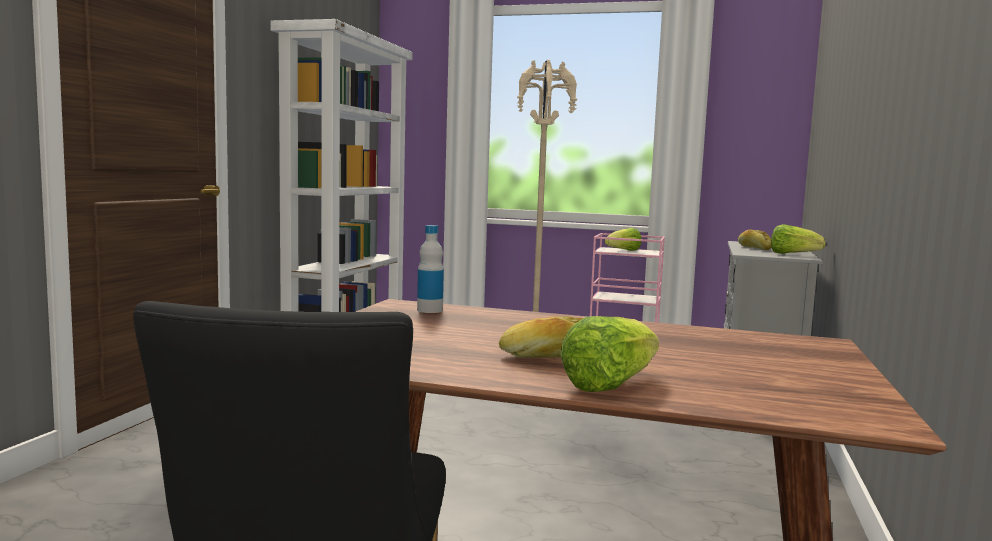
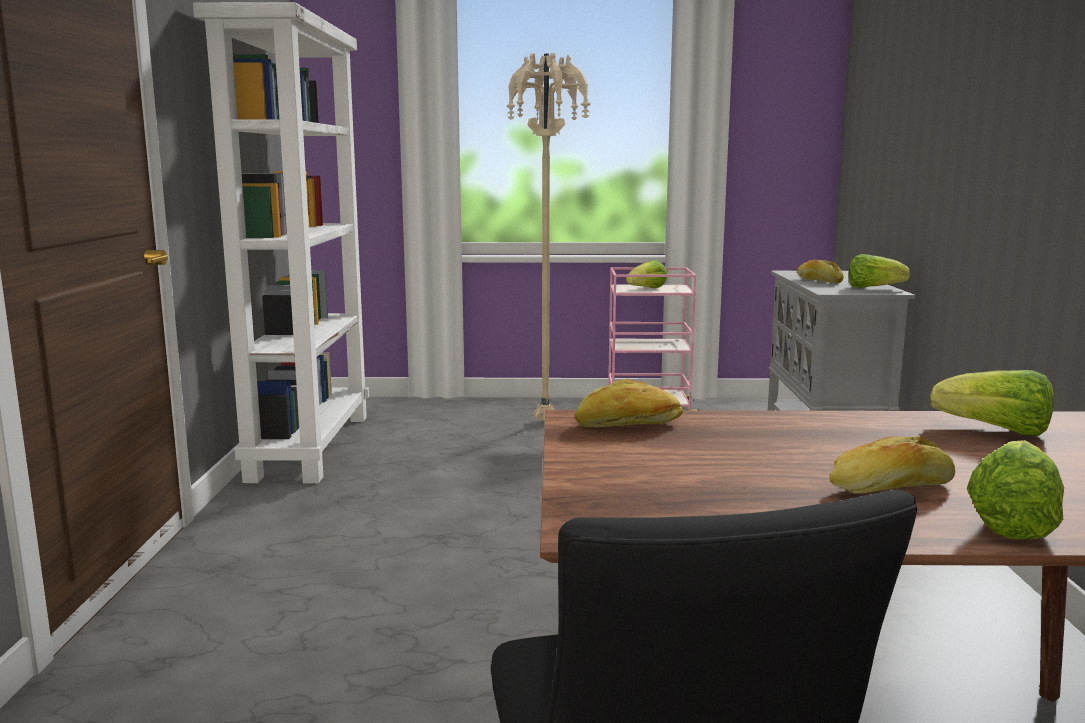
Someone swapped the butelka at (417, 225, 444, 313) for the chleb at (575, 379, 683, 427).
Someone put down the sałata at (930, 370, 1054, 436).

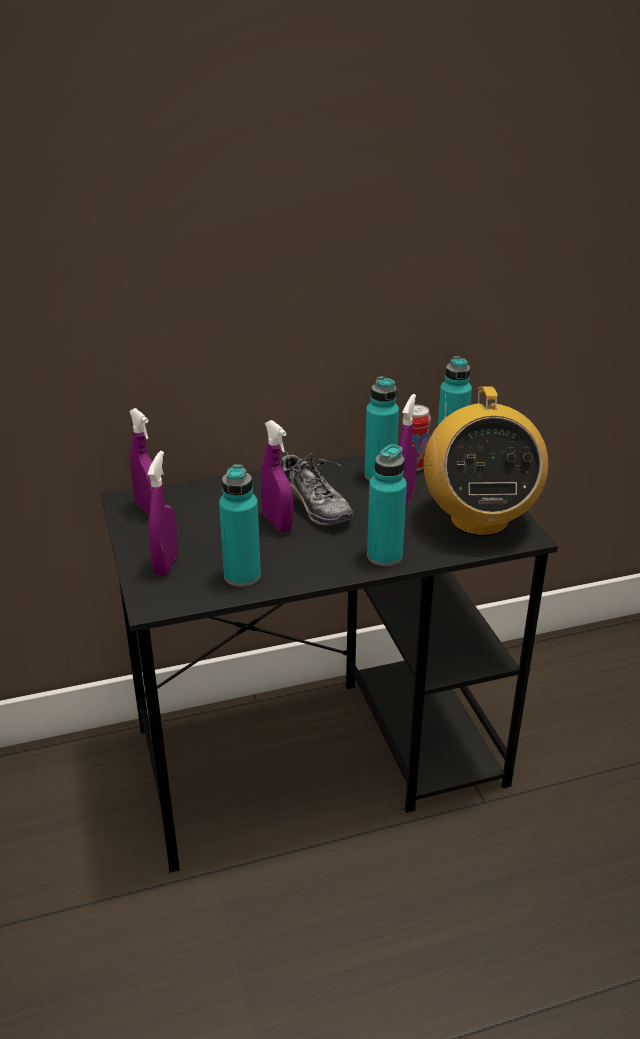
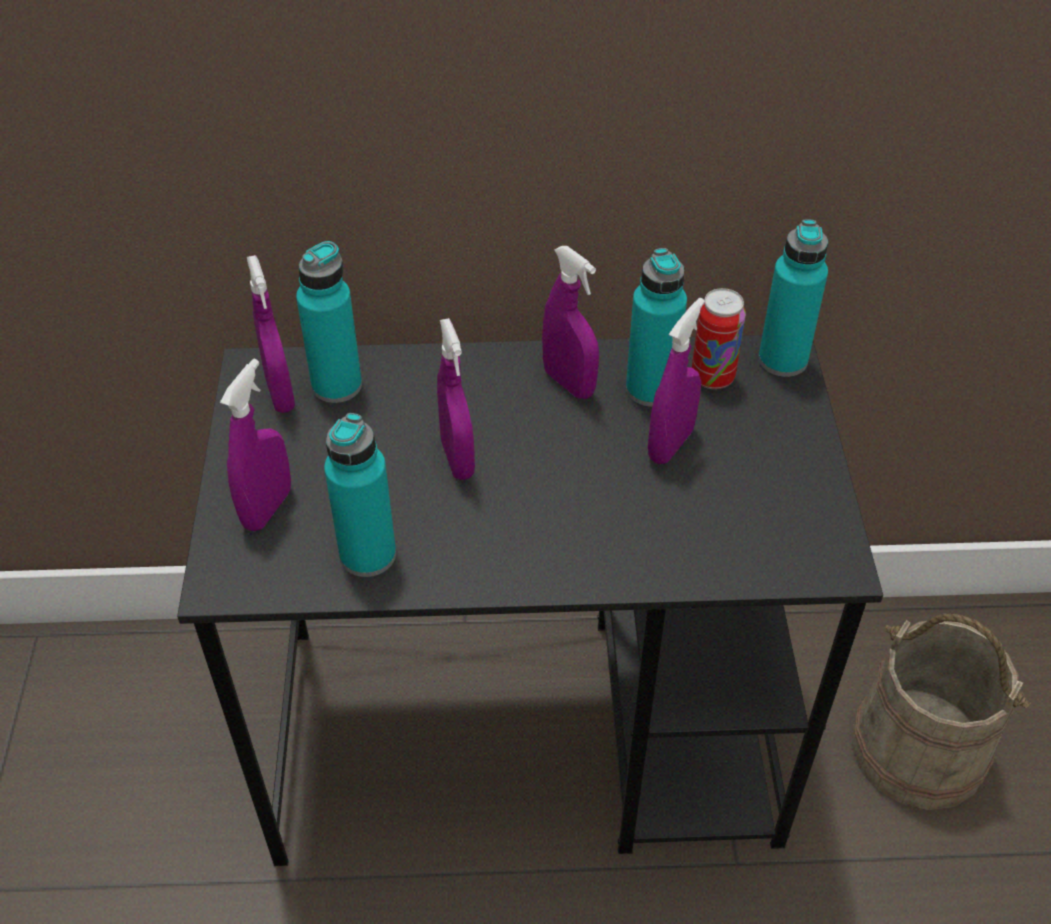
Someone carried the butelka/turkusowy from (367, 444, 407, 566) to (296, 241, 362, 403).
Someone put down the spryskiwacz/fioletowy at (542, 246, 599, 399).
Someone put down the wiadro/beżowy at (851, 613, 1030, 810).
Someone took away the but at (281, 450, 353, 525).
Someone took away the radio at (424, 387, 548, 536).

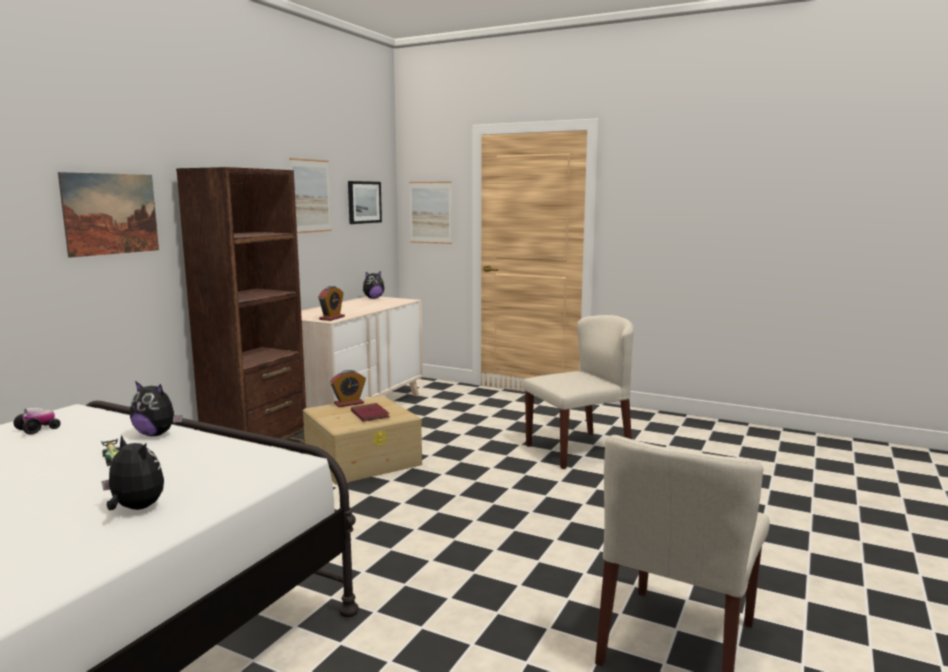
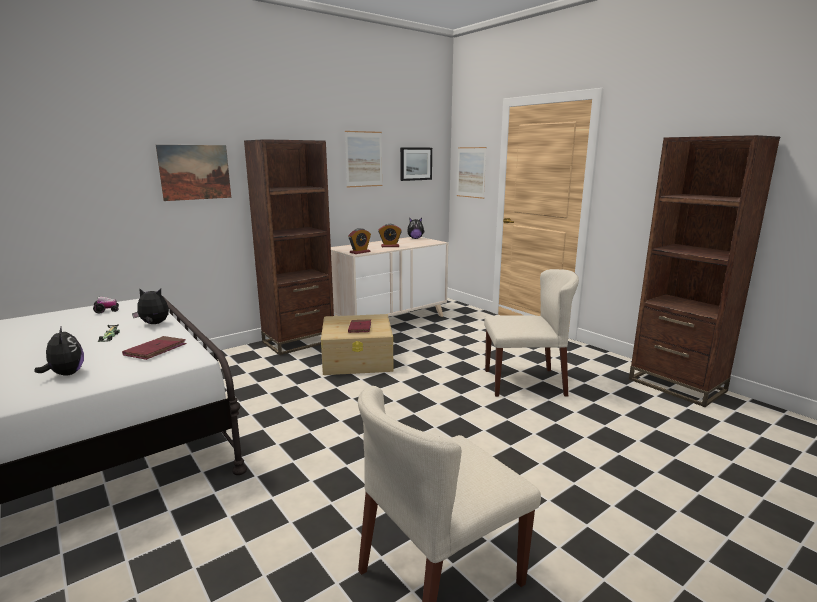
Someone put down the książka/czerwony at (122, 336, 187, 360).
Someone rotated the pluszak at (130, 381, 182, 436) by 135 degrees clockwise.
Someone carried the budzik from (330, 370, 366, 407) to (378, 224, 402, 247).
Someone put down the regał/brązowy at (629, 135, 780, 407).

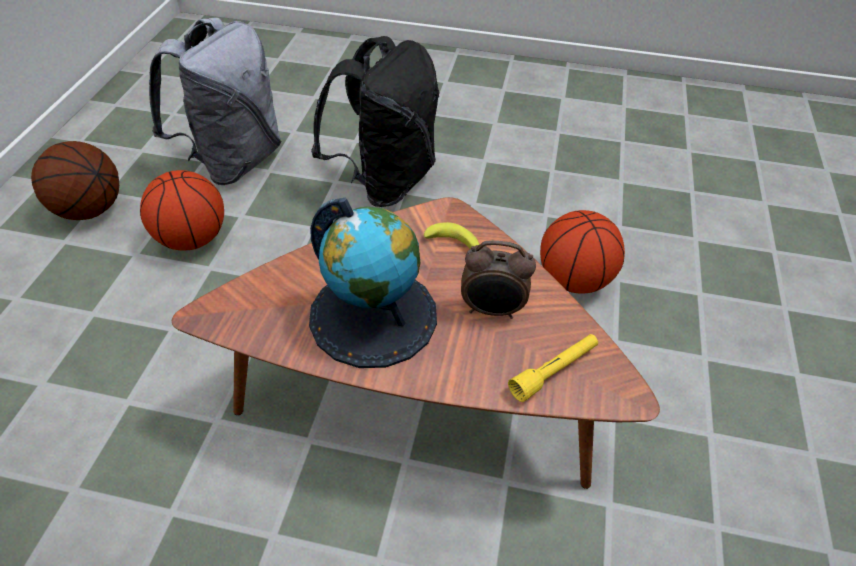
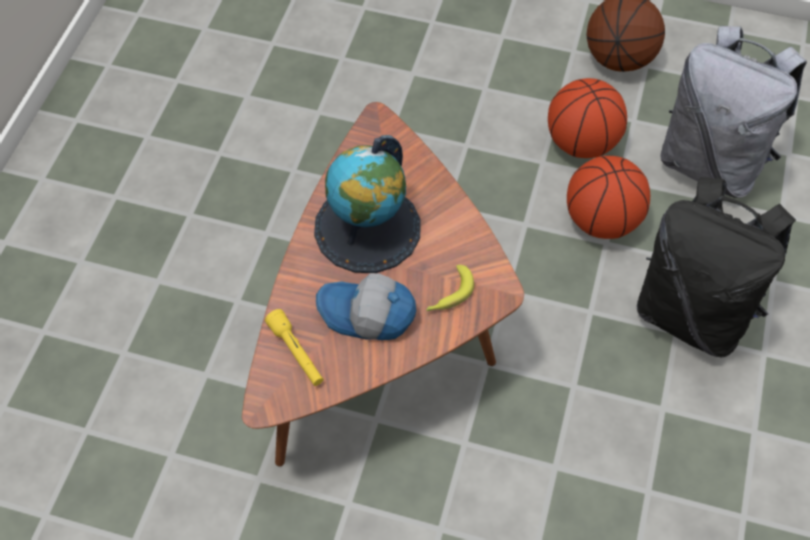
Someone swapped the budzik at (461, 240, 536, 319) for the czapka z daszkiem at (316, 273, 416, 340).
Someone carried the piłka do koszykówki from (540, 210, 625, 294) to (567, 156, 650, 239).

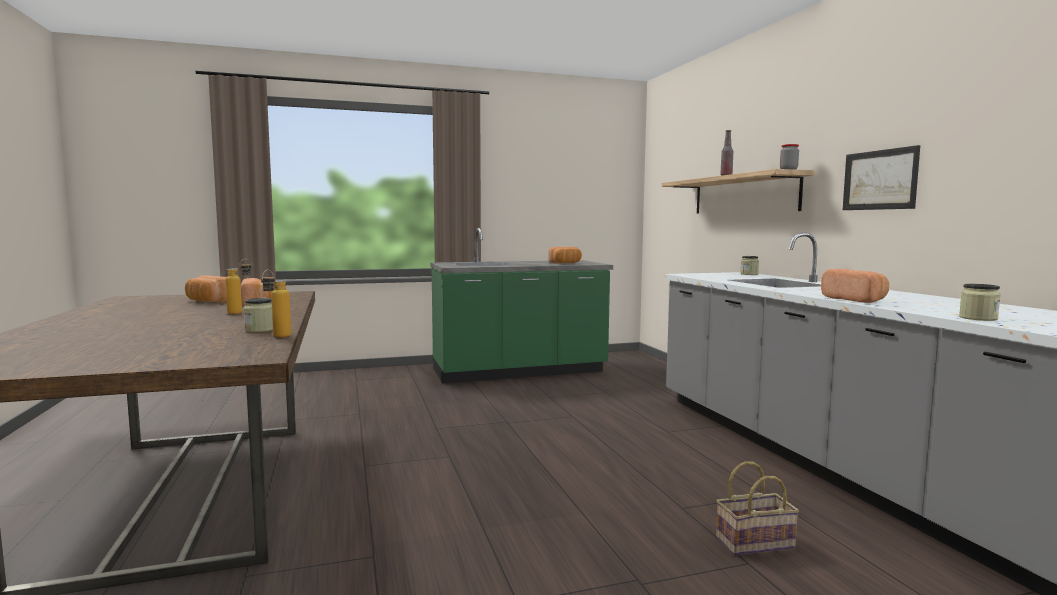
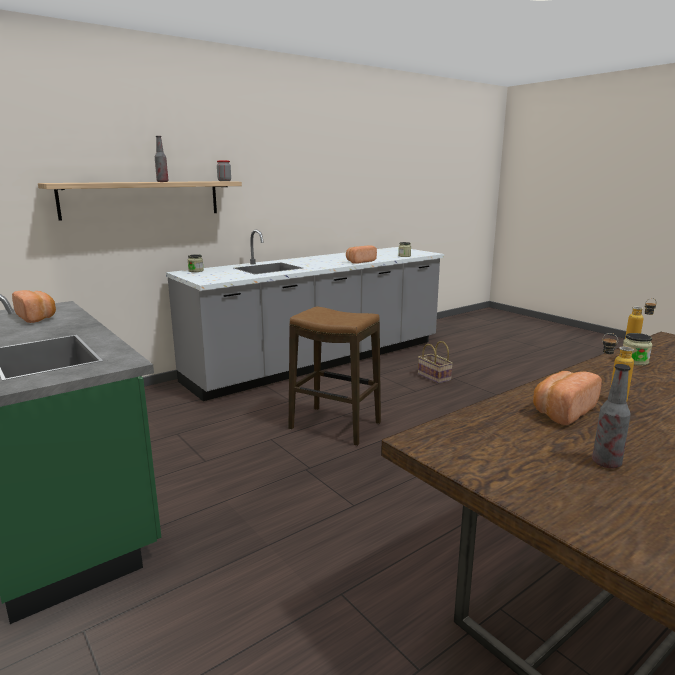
Someone put down the stołek at (289, 306, 381, 446).
Someone swapped the chleb at (185, 275, 227, 303) for the butelka at (592, 364, 631, 468).
Someone took away the obraz at (843, 145, 920, 210).

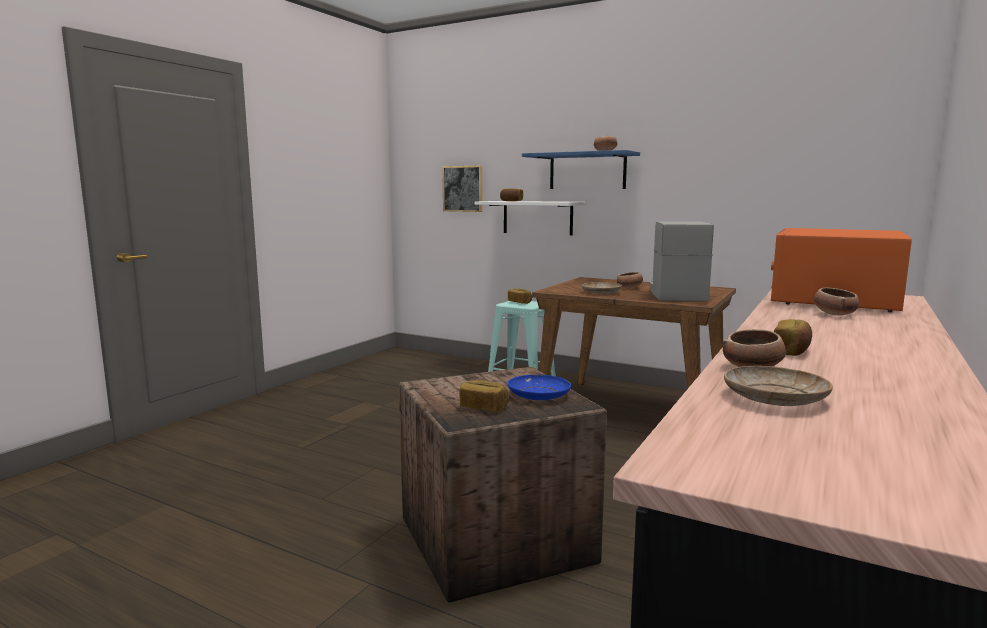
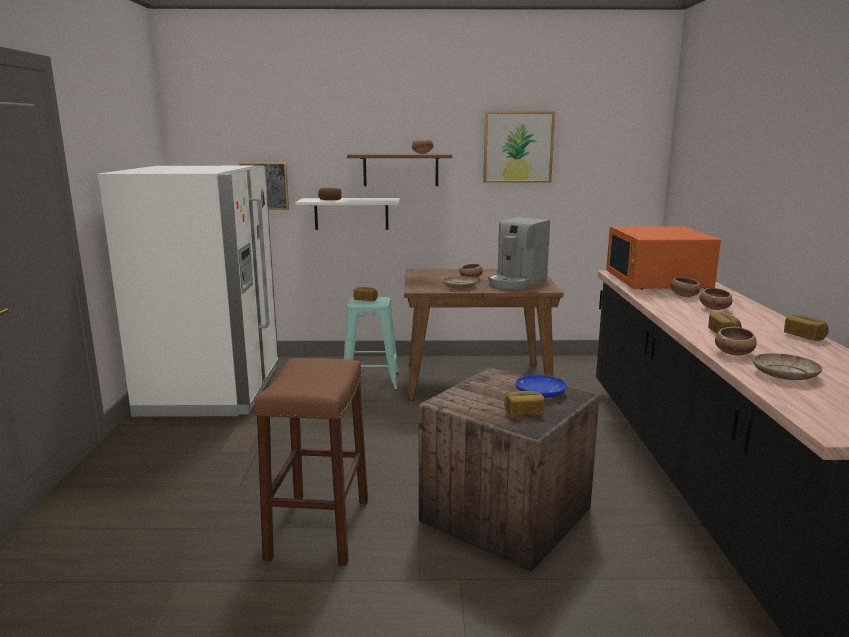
Someone put down the lodówka/biały at (98, 166, 278, 417).
Someone put down the stołek/brązowy at (254, 358, 368, 566).
Someone repainted the półka/niebieski at (522, 150, 640, 189), which became the półka/brązowy at (347, 153, 452, 186).
Someone put up the obraz at (483, 112, 555, 183).
Someone rotated the ekspres do kawy at (649, 221, 714, 301) by 120 degrees counterclockwise.
Someone put down the miska at (699, 288, 732, 310).
Someone put down the chleb at (784, 314, 829, 341).

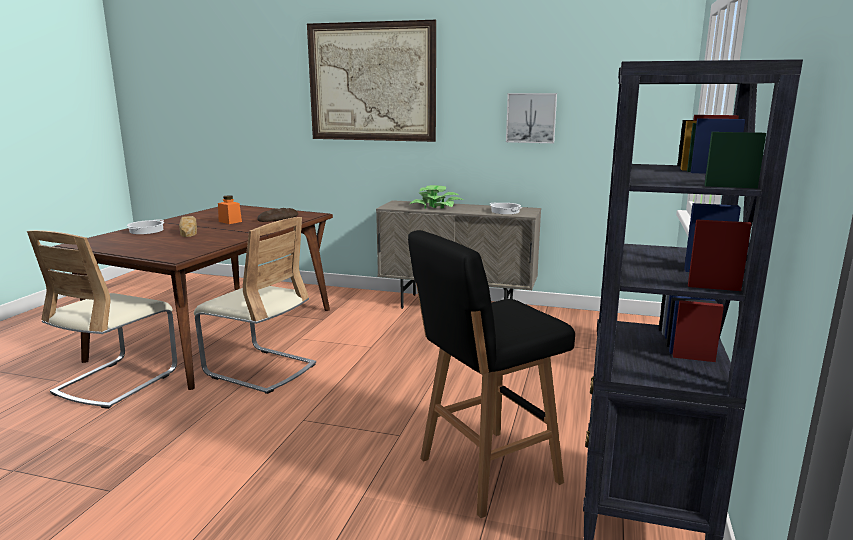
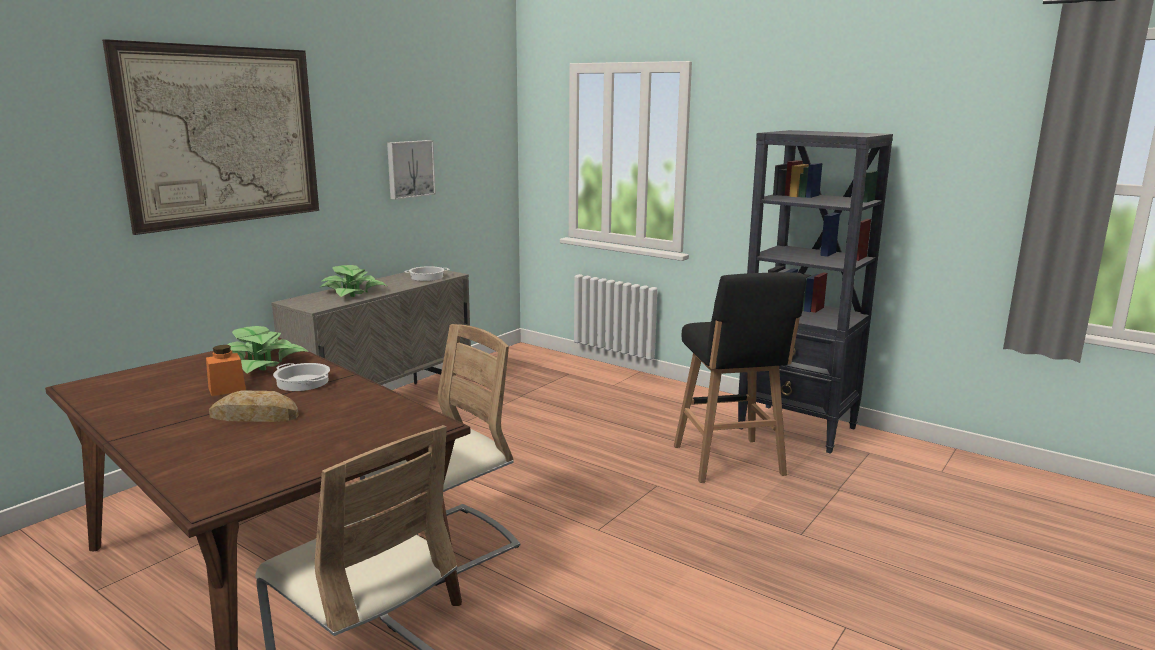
Someone swapped the chleb at (257, 208, 298, 222) for the roślina doniczkowa at (227, 326, 309, 373).
Someone carried the garnek from (127, 219, 164, 234) to (273, 363, 330, 391).

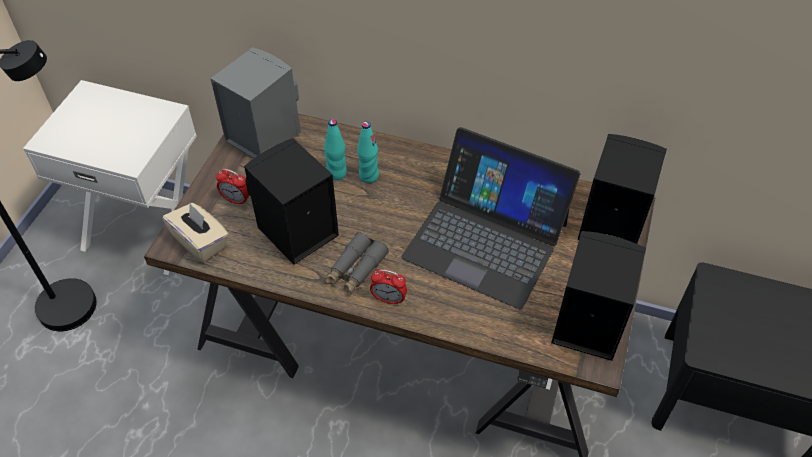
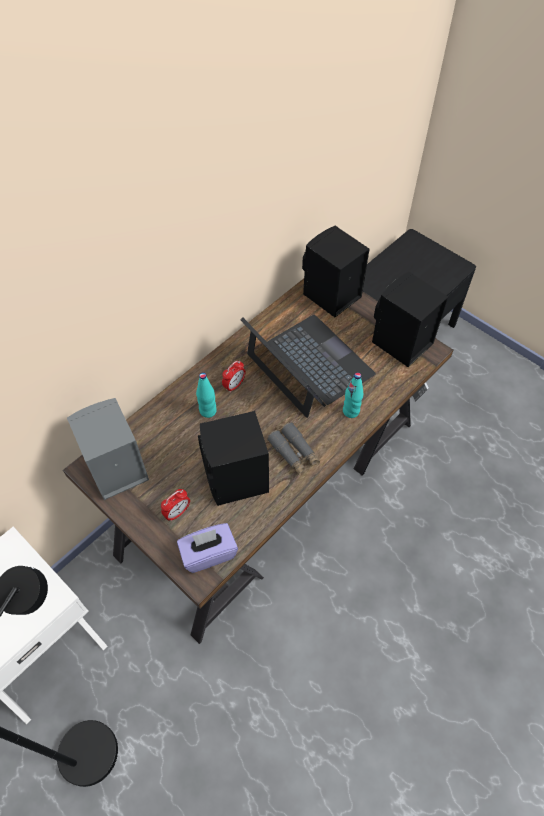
Someone repainted the pudełko chusteczek/beżowy at (162, 203, 229, 263), which became the pudełko chusteczek/fioletowy at (177, 523, 238, 573).
Someone carried the budzik from (370, 269, 407, 305) to (222, 361, 246, 393).
Someone rotated the laptop at (401, 127, 581, 309) by 90 degrees counterclockwise.
Someone carried the butelka/turkusowy from (324, 119, 347, 180) to (343, 372, 363, 418).

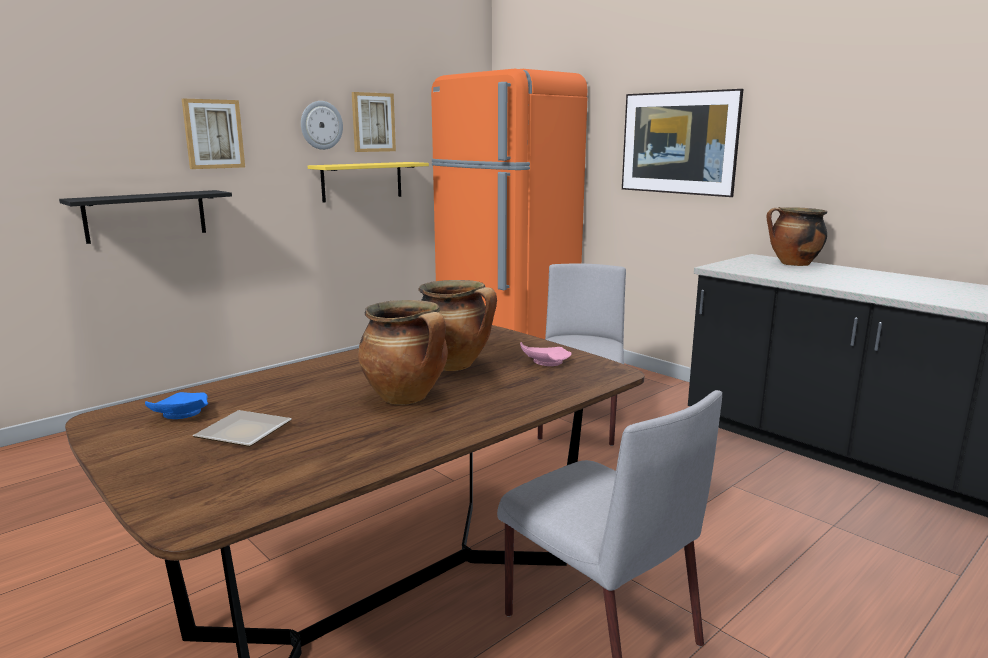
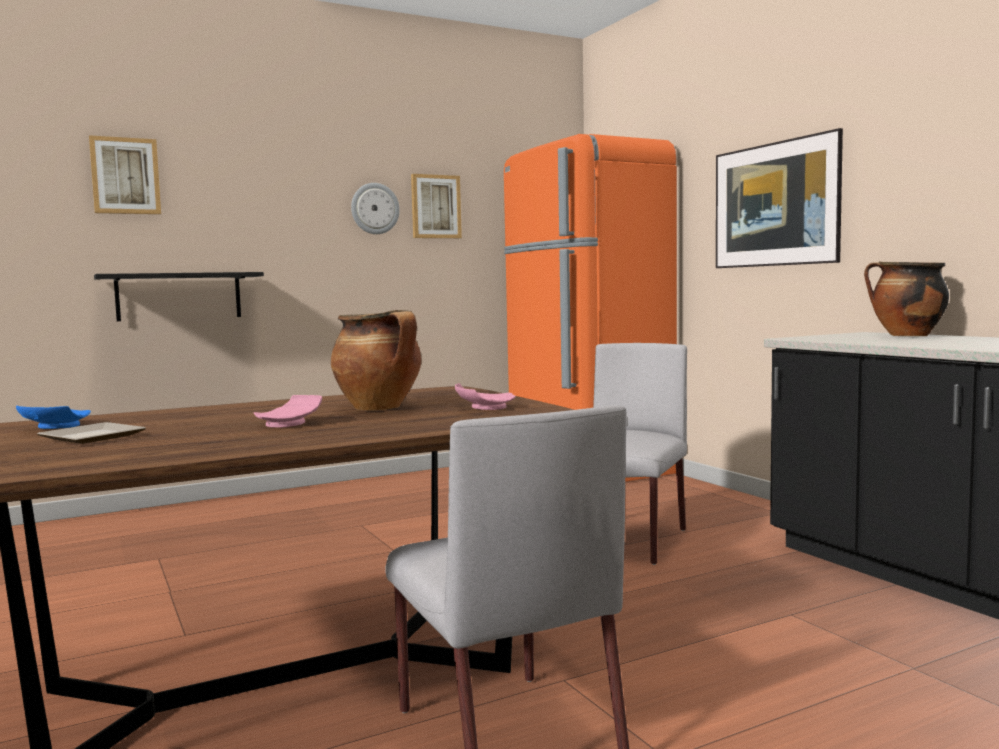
Someone carried the obraz from (182, 99, 245, 169) to (89, 135, 161, 214).
Someone swapped the garnek at (358, 300, 448, 405) for the talerz/różowy at (254, 395, 322, 428).
Someone took away the półka/żółty at (308, 162, 429, 203).

